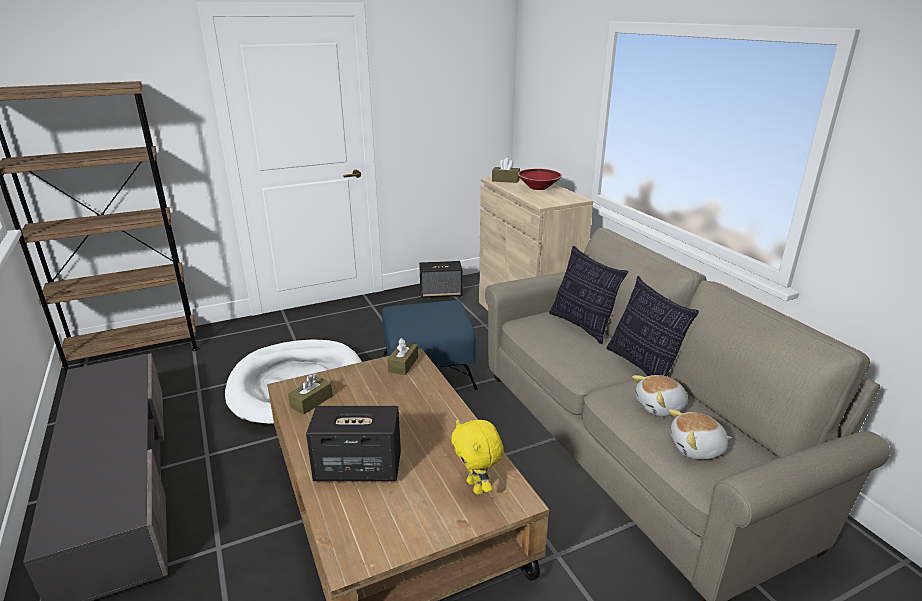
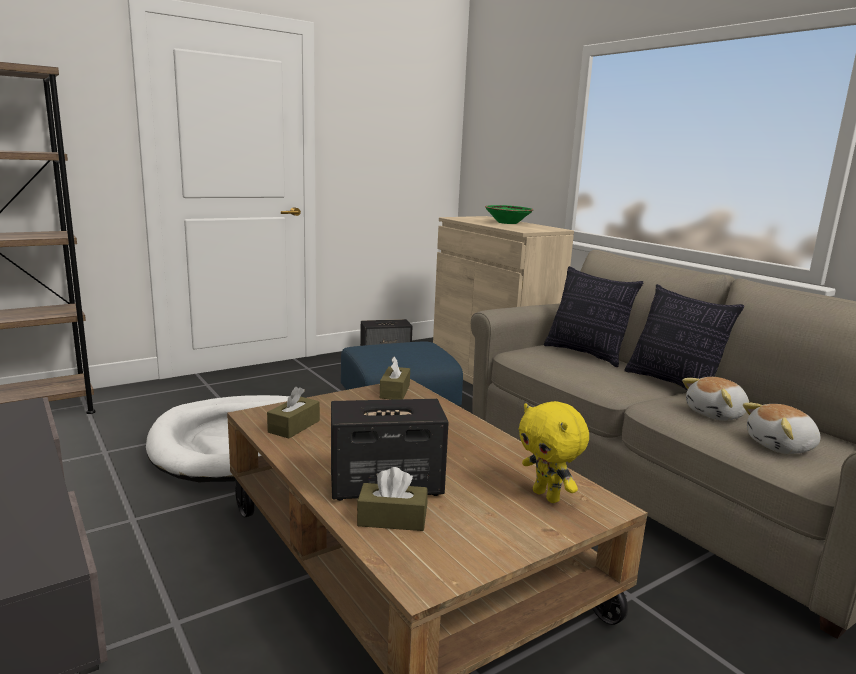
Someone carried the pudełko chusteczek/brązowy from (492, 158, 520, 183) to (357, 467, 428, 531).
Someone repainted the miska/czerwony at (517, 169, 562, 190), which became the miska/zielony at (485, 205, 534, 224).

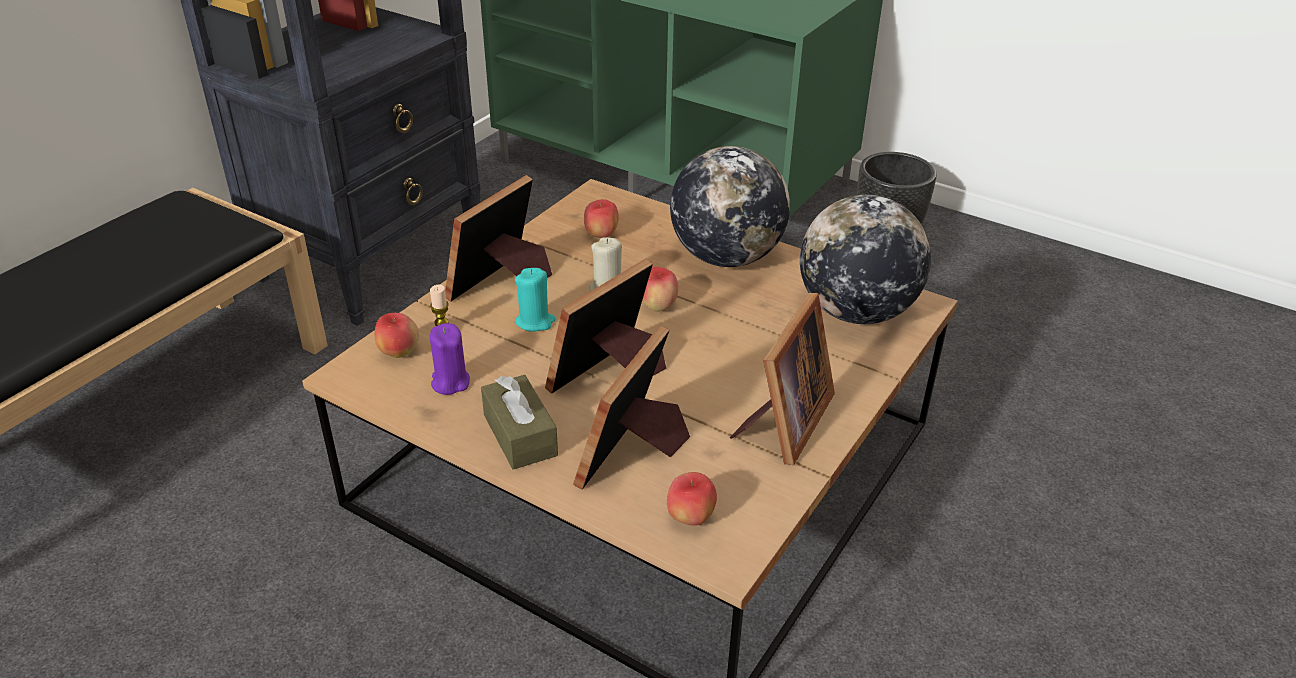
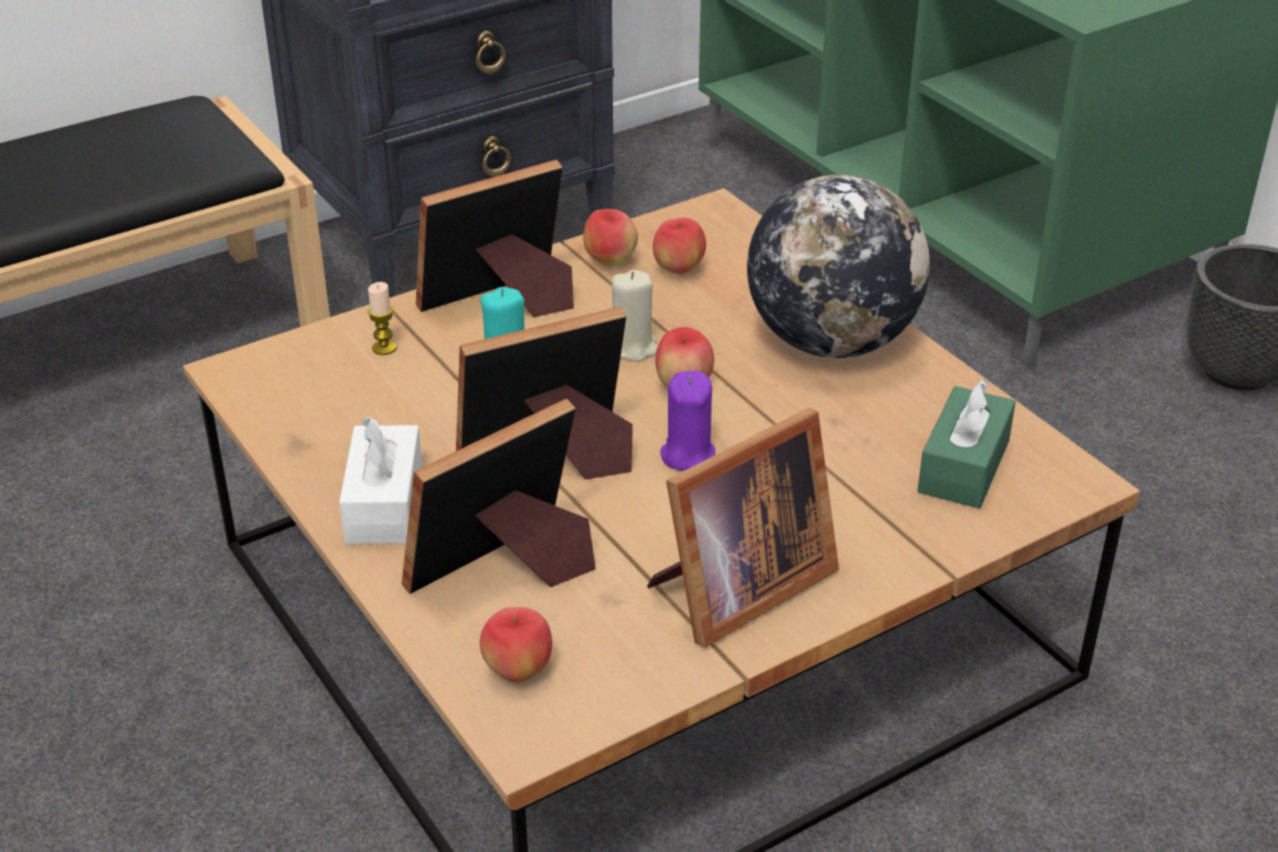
Someone repainted the pudełko chusteczek/brązowy at (481, 375, 558, 470), which became the pudełko chusteczek/biały at (339, 417, 422, 544).
Someone carried the jabłko from (375, 313, 419, 358) to (583, 209, 638, 266).
Someone carried the świeca/fioletowy from (429, 323, 470, 395) to (660, 371, 715, 470).
Someone swapped the globus at (800, 195, 931, 324) for the pudełko chusteczek/zielony at (918, 379, 1016, 508).

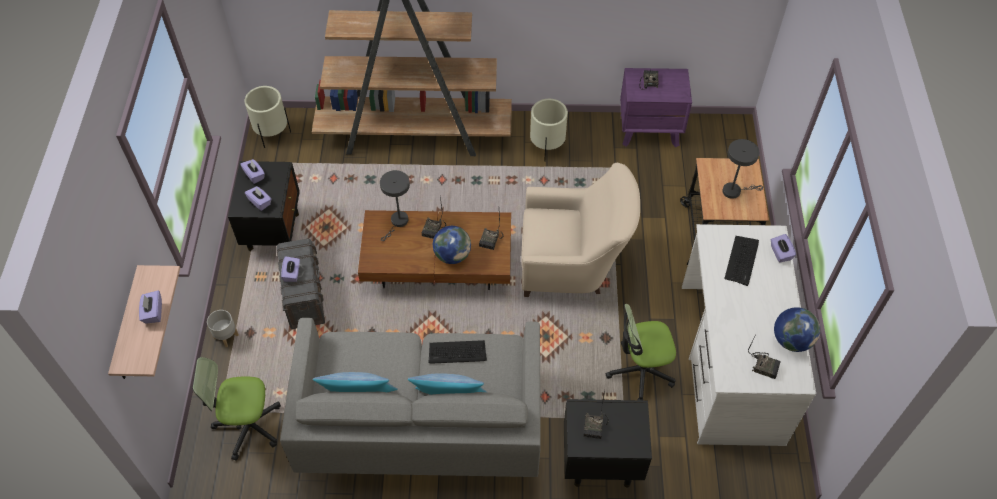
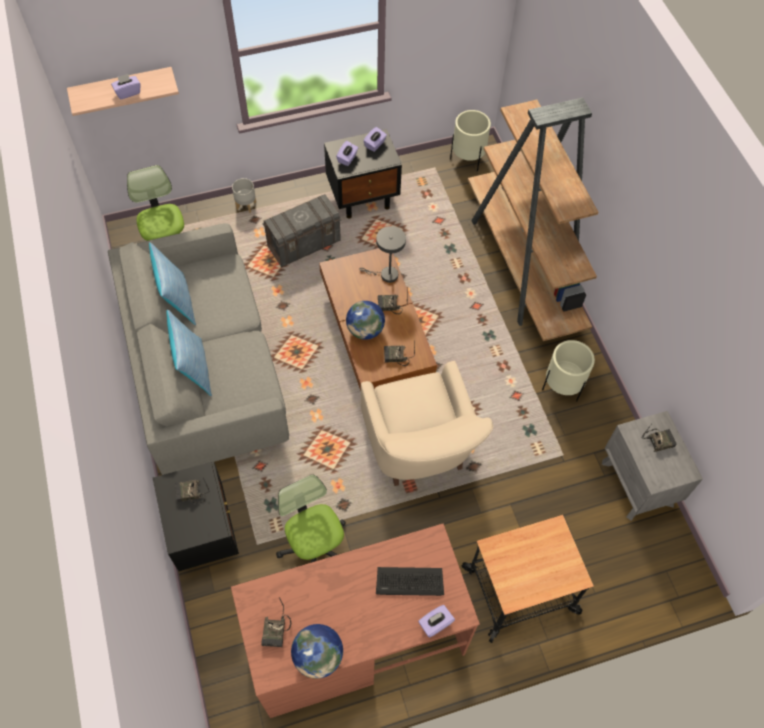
Someone repainted the biurko/biały at (682, 224, 816, 446), which became the biurko/brązowy at (231, 524, 480, 718).
Someone repainted the szafka nocna/fioletowy at (620, 68, 692, 147), which became the szafka nocna/szary at (602, 411, 703, 521).
Someone took away the pudełko chusteczek/fioletowy at (281, 256, 300, 282).
Someone took away the klawiatura at (429, 340, 487, 363).
Someone took away the lampa stołowa/szary at (722, 139, 763, 199).

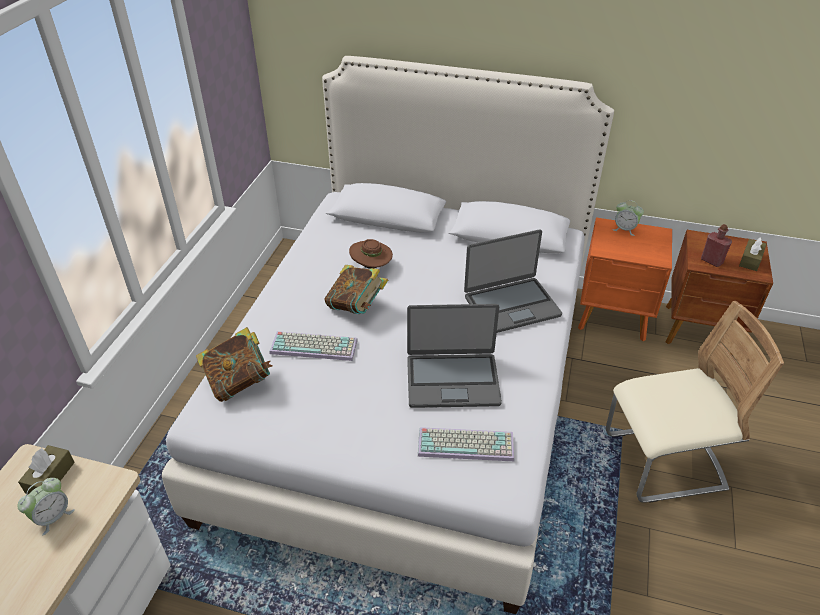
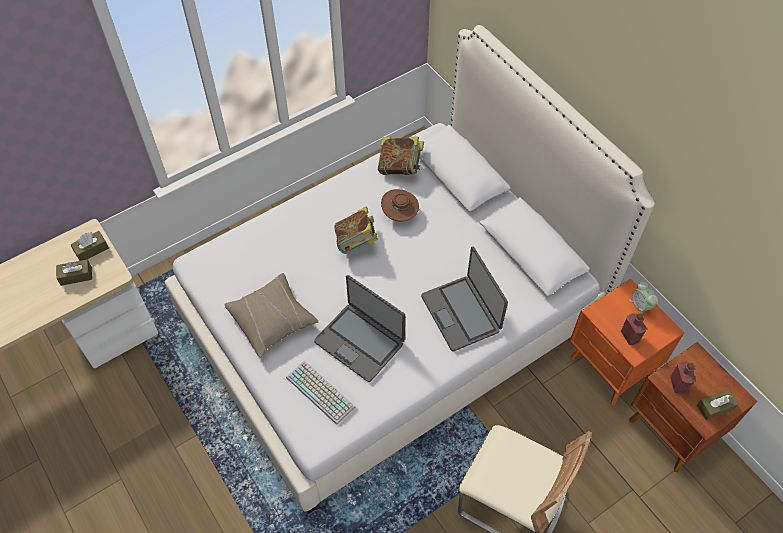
Someone swapped the budzik at (18, 478, 75, 536) for the pudełko chusteczek/brązowy at (56, 259, 92, 286).
Someone put down the poduszka/beżowy at (224, 273, 319, 357).
Someone carried the książka from (196, 327, 273, 402) to (378, 137, 424, 175).
Someone rotated the laptop at (464, 229, 562, 333) by 45 degrees clockwise.
Someone put down the butelka/czerwony at (621, 313, 647, 345).
Someone took away the klawiatura at (270, 331, 358, 361).

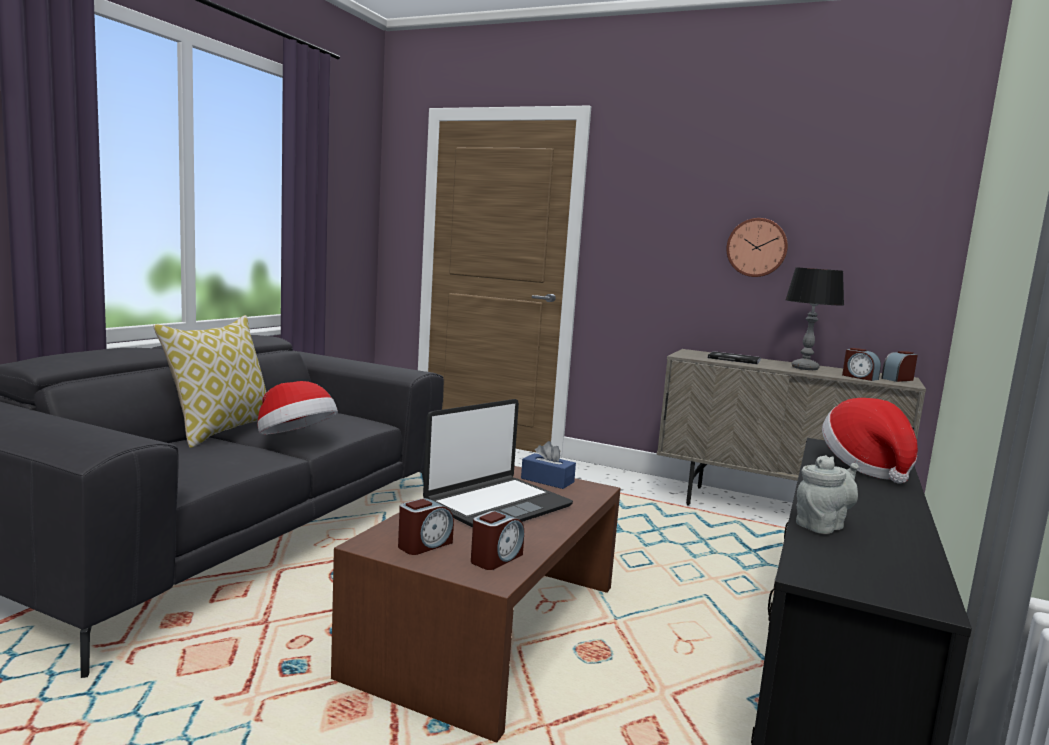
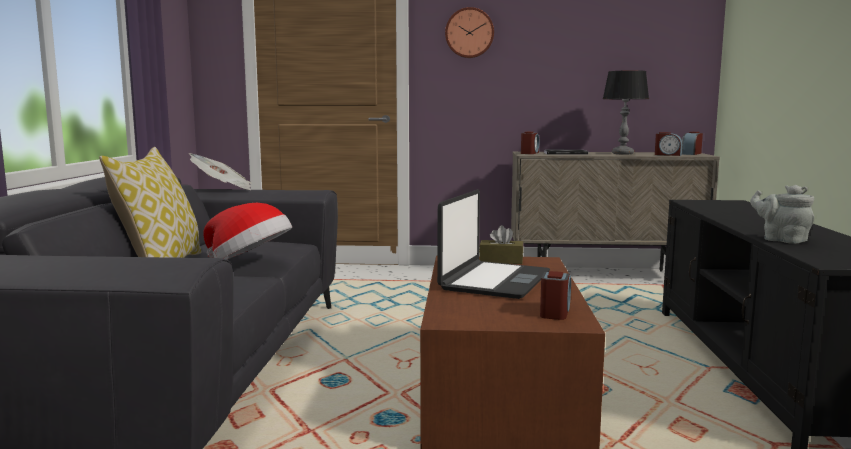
Someone put down the gazeta at (189, 153, 251, 190).
Someone carried the zegar ścienny from (726, 218, 788, 277) to (445, 7, 494, 58).
Someone repainted the pudełko chusteczek/niebieski at (521, 441, 576, 489), which became the pudełko chusteczek/brązowy at (479, 225, 524, 264).
Someone carried the budzik from (398, 498, 454, 555) to (521, 132, 539, 154).
Someone rotated the imbryk/szary at (796, 455, 859, 534) by 75 degrees counterclockwise.
Someone took away the kapelusz at (822, 398, 918, 484).

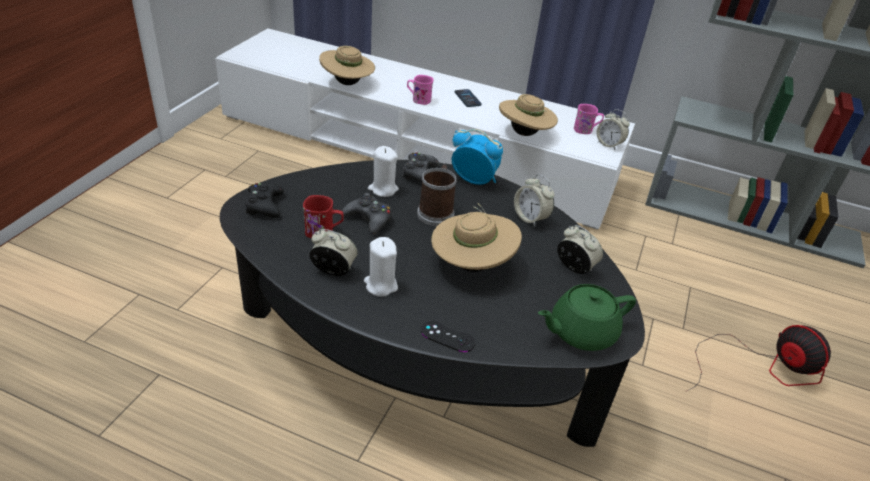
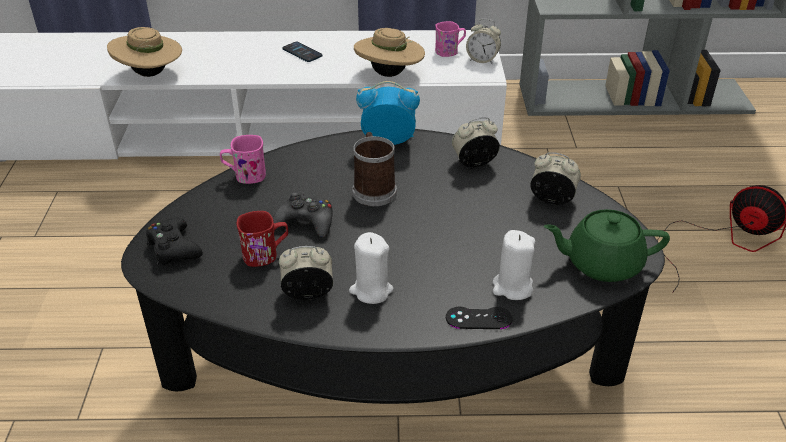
Someone carried the kubek/różowy from (407, 75, 434, 105) to (220, 135, 266, 184).
Someone rotated the budzik at (514, 174, 554, 227) by 135 degrees clockwise.
Someone carried the świeca/biały from (368, 146, 399, 197) to (493, 230, 535, 300).
Someone rotated the imbryk/zielony at (538, 284, 636, 351) by 45 degrees clockwise.
Someone took away the pad do gier/czarny at (402, 152, 439, 183).
Someone took away the kapelusz/beżowy at (431, 203, 522, 272).

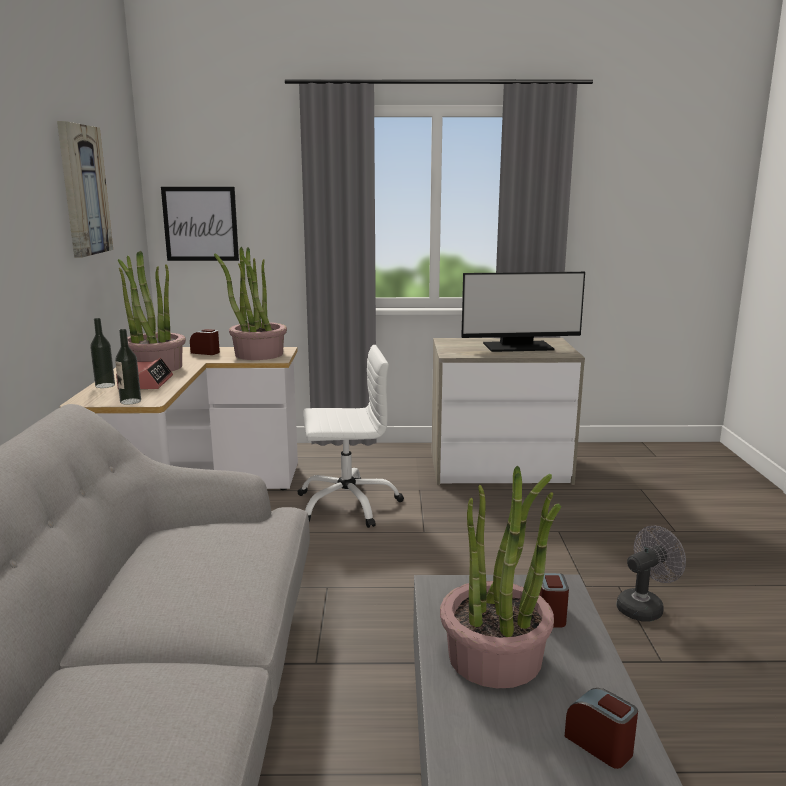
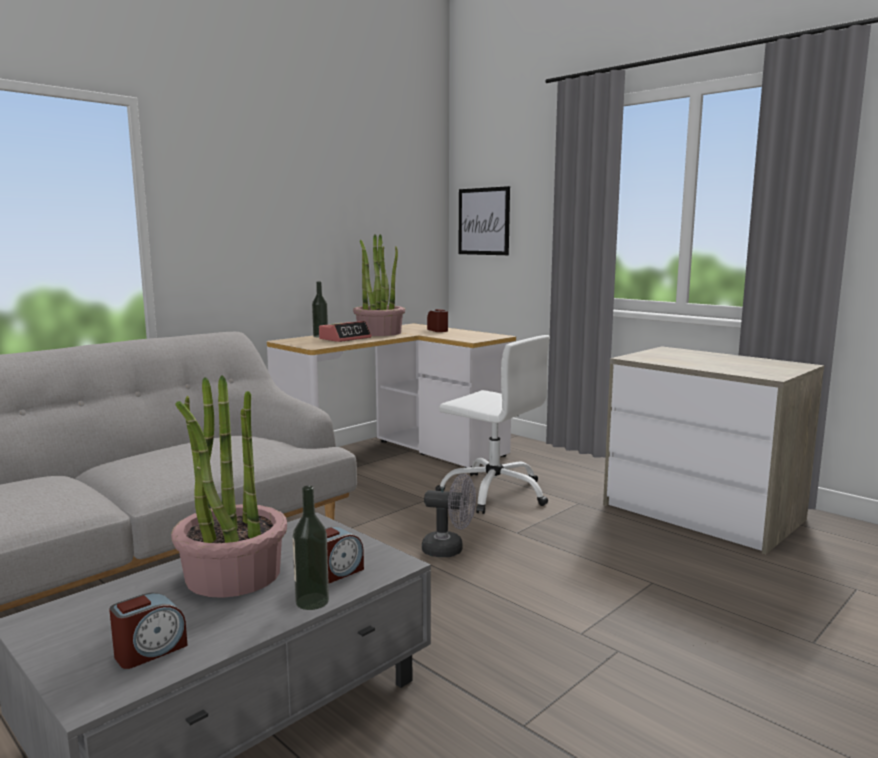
Someone rotated the budzik at (564, 688, 638, 769) by 45 degrees clockwise.
Someone carried the butelka from (115, 329, 141, 405) to (292, 486, 329, 610).
Someone carried the wentylator/szary from (616, 526, 686, 621) to (422, 474, 476, 557).
Someone took away the obraz at (57, 121, 113, 258).
Someone took away the roślina doniczkowa at (214, 247, 287, 360).
Someone took away the monitor at (461, 272, 585, 352).

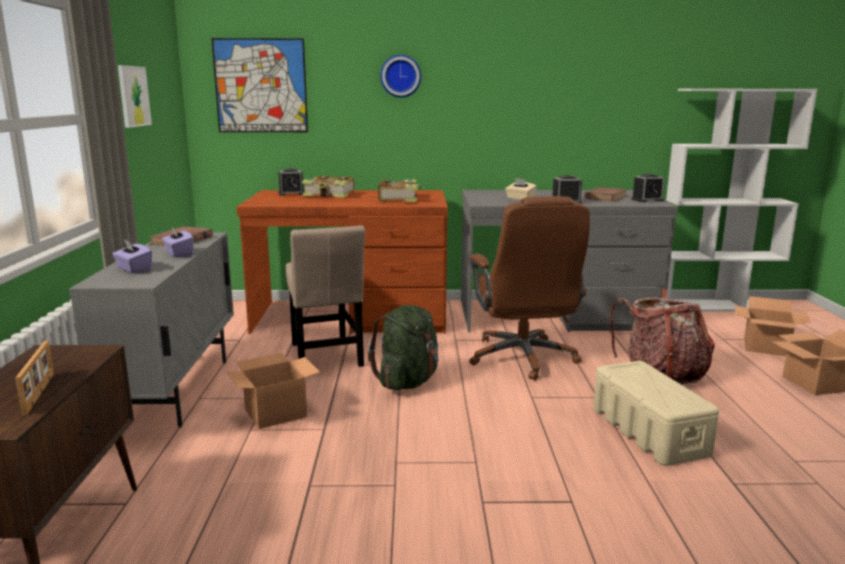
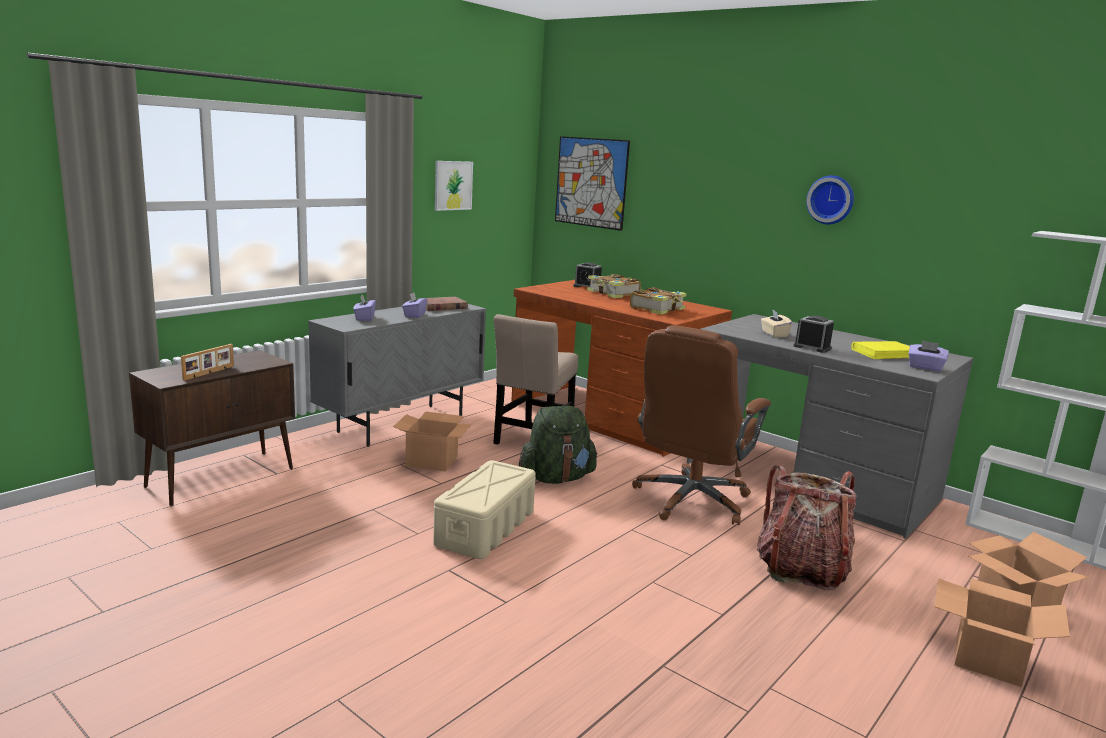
Someone carried the pojemnik do przechowywania/beżowy from (593, 361, 719, 466) to (433, 460, 536, 559).
Someone carried the zegar ścienny from (380, 55, 421, 98) to (806, 175, 854, 224).
Someone repainted the książka/brązowy at (585, 187, 627, 202), which became the książka/żółty at (851, 341, 910, 359).
Someone swapped the budzik at (631, 173, 665, 202) for the pudełko chusteczek/fioletowy at (908, 340, 949, 372).

